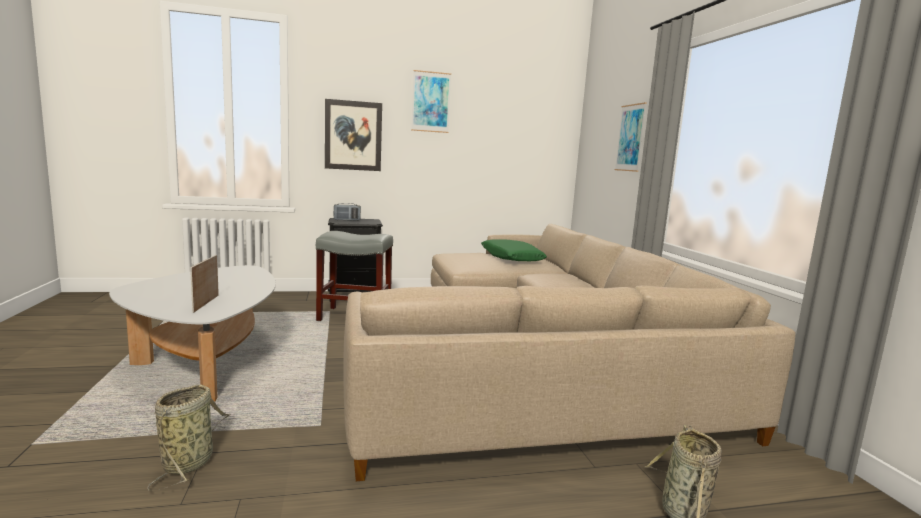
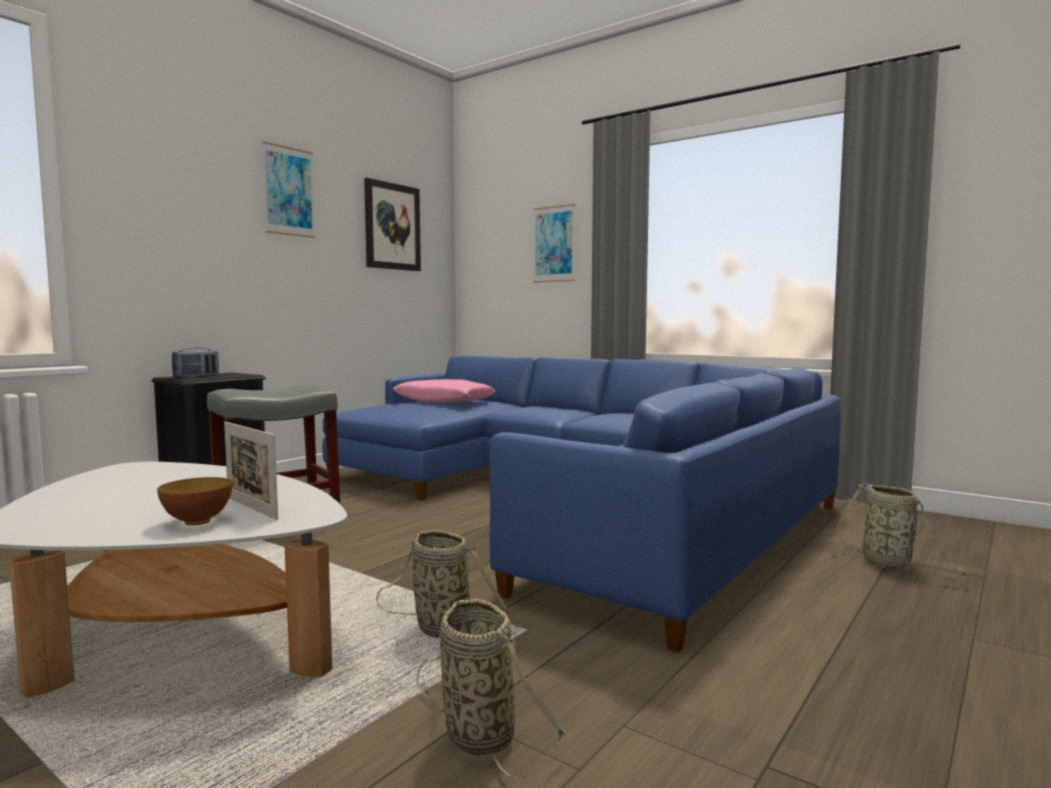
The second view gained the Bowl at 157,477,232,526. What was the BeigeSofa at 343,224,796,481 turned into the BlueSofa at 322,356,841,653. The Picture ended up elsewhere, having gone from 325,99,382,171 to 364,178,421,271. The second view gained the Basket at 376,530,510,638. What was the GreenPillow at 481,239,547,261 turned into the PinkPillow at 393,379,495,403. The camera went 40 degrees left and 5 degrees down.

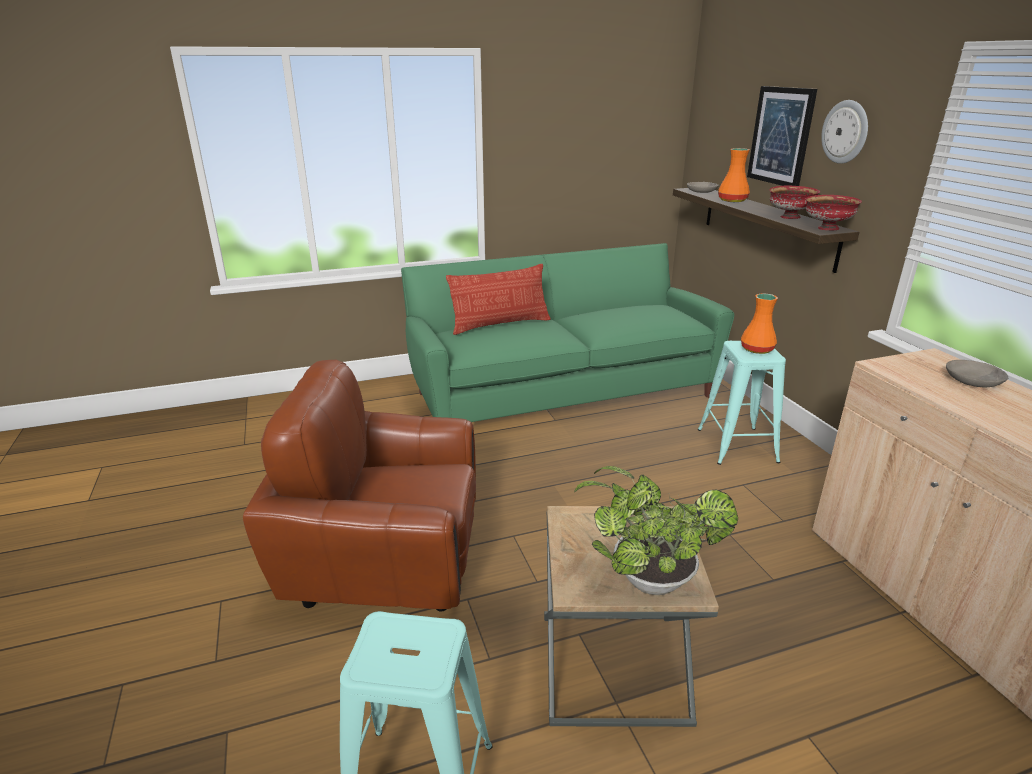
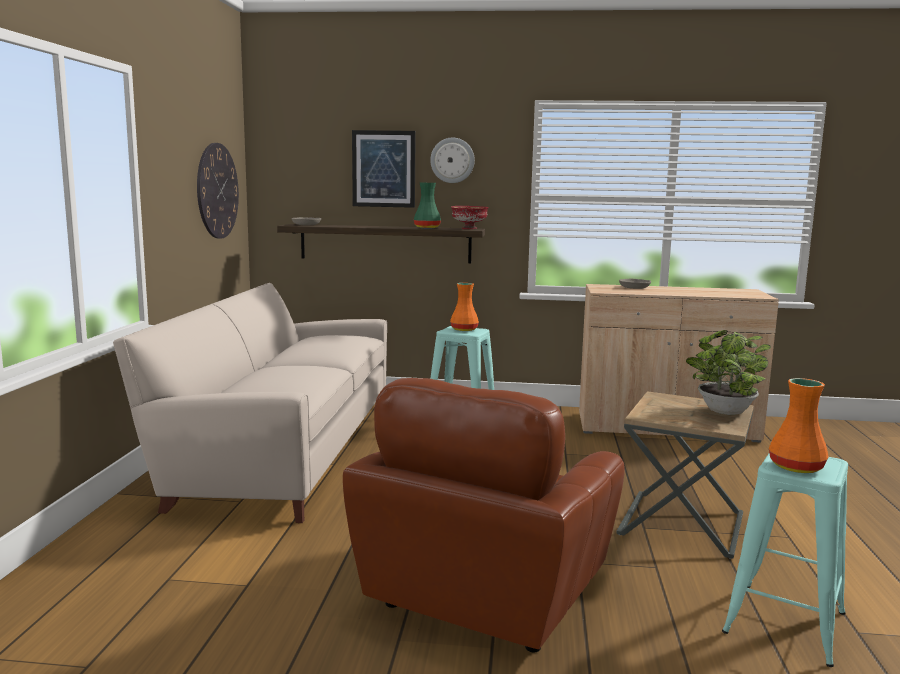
What was the GreenSofa at 401,243,734,422 turned into the BeigeSofa at 113,283,387,523. The second view gained the WallClock at 197,143,239,239. Where the RedBowl stood at 769,186,820,219, the GreenVase came to stand at 414,183,441,228. The OrangeVase ended up elsewhere, having gone from 718,148,750,202 to 769,378,829,473. The second view lost the Pillow at 446,264,551,335. The camera went 65 degrees left and 15 degrees down.

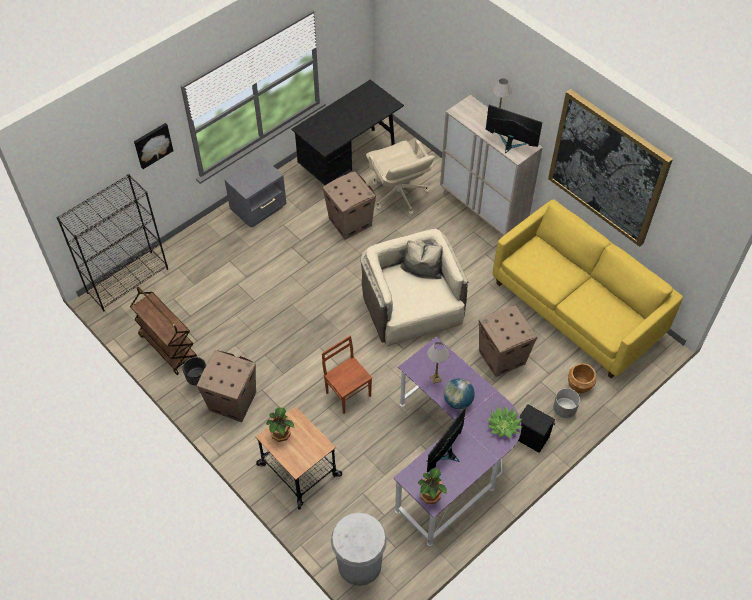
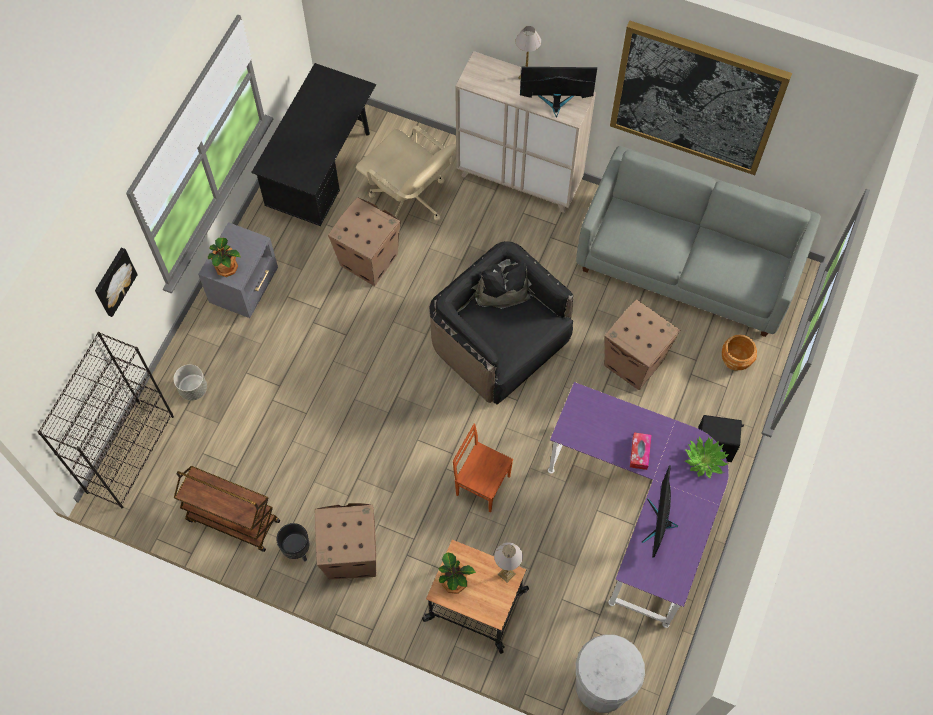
The GreyPlanter ended up elsewhere, having gone from 553,388,580,418 to 174,364,207,400. The PottedPlant ended up elsewhere, having gone from 418,468,447,504 to 208,238,241,277. What was the BeigeArmchair at 360,229,468,347 turned into the BlackArmchair at 429,241,574,405. The TableLamp ended up elsewhere, having gone from 427,342,449,384 to 494,543,523,583. What was the YellowSofa at 493,199,683,378 turned into the GreySofa at 576,146,821,337. Where the Globe stood at 444,378,475,409, the TissueBox came to stand at 630,432,652,470. The camera went 25 degrees left and 10 degrees up.

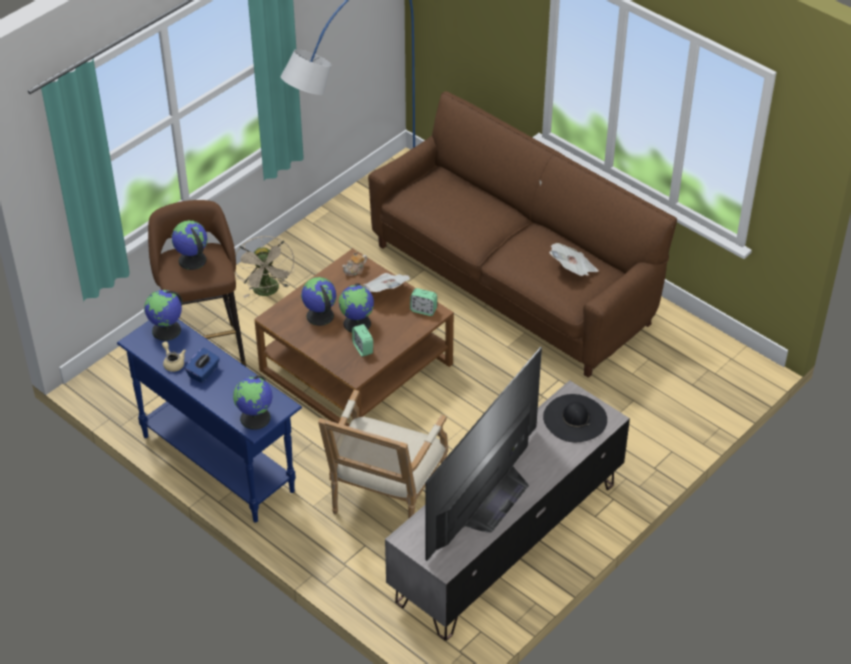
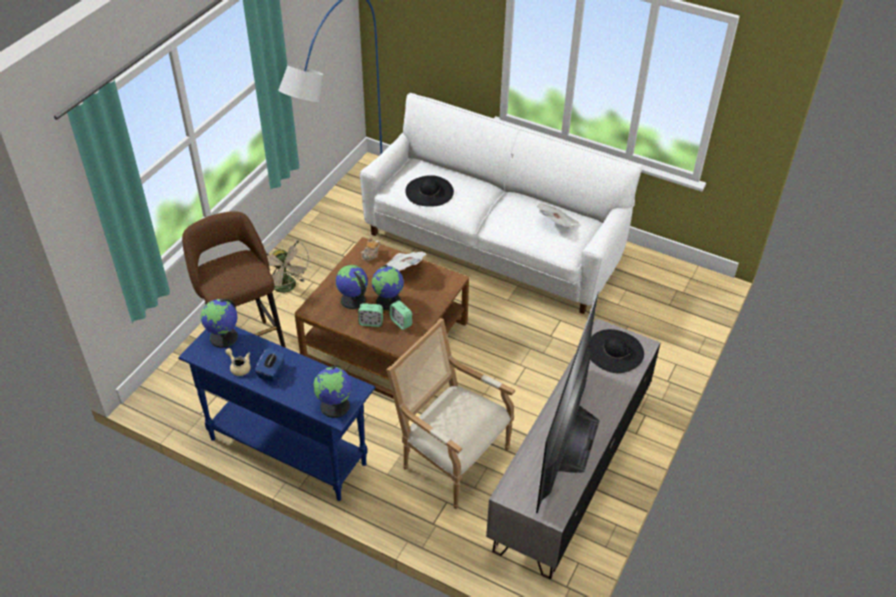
The AlarmClock ended up elsewhere, having gone from 410,288,437,316 to 358,303,383,327. What was the BrownSofa at 368,91,677,378 turned into the WhiteSofa at 360,93,642,314. The Armchair at 318,390,448,519 ended up facing another way, 120 degrees clockwise from before. The second view gained the BlackHat at 405,175,454,207. The second view lost the Globe at 171,220,208,270. The camera went 15 degrees left and 0 degrees up.

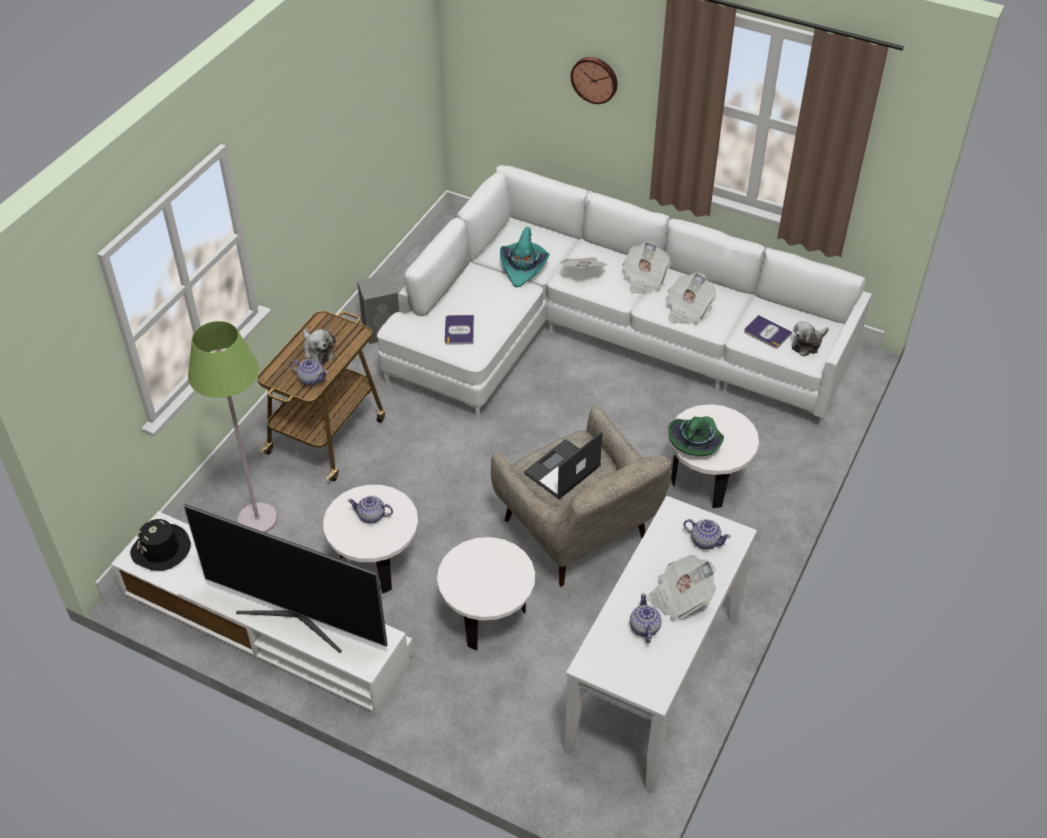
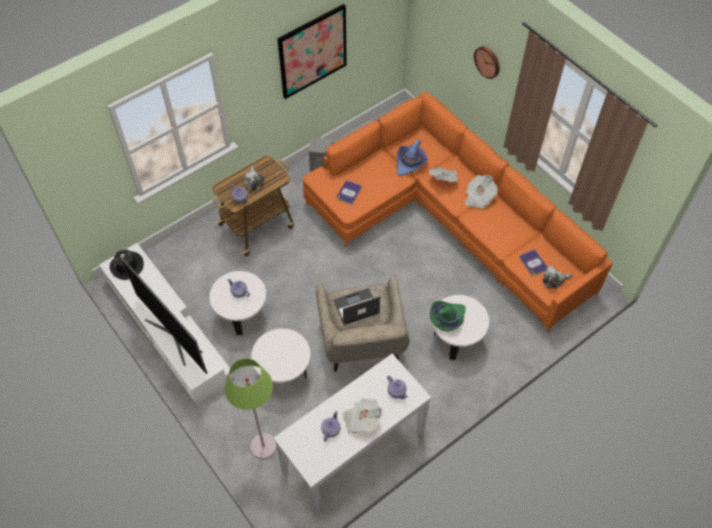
The GreenFloorLamp ended up elsewhere, having gone from 188,321,277,533 to 224,358,277,459. The second view gained the Picture at 277,4,347,99. What was the WhiteSofa at 377,165,872,426 turned into the OrangeSofa at 302,92,613,332. What was the TurquoiseHat at 500,227,550,288 turned into the PurpleHat at 396,140,428,176. The second view lost the Newspaper at 666,273,716,324. The camera went 25 degrees right and 10 degrees up.

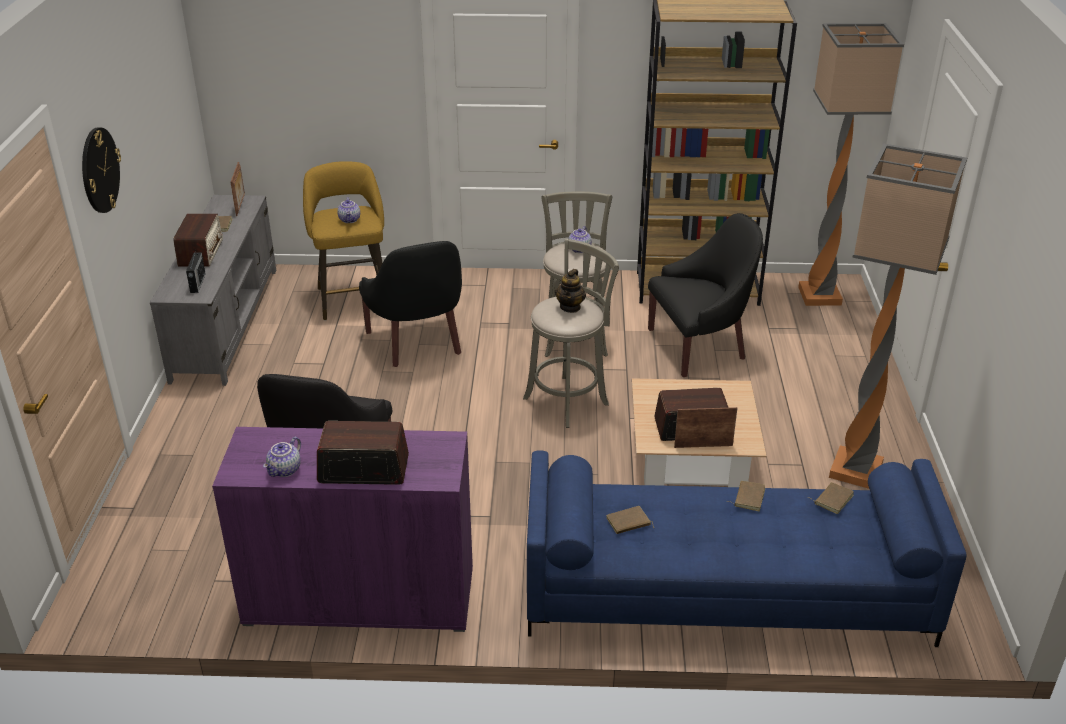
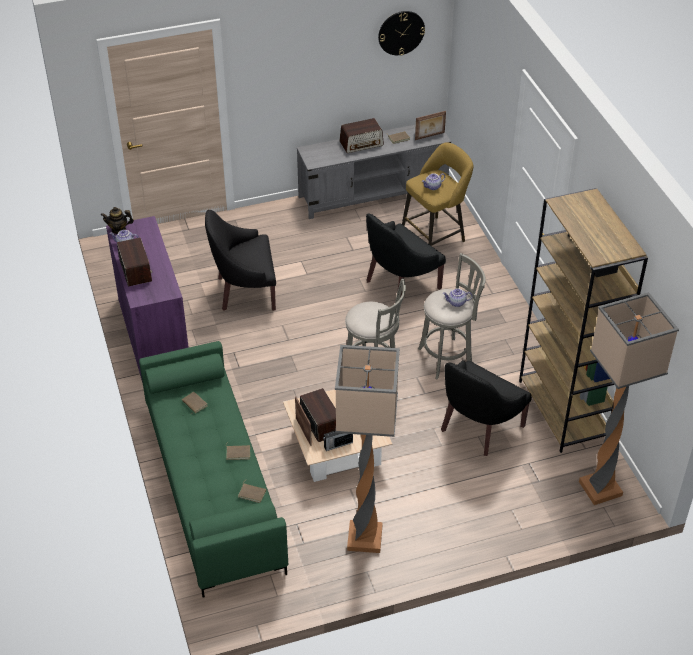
The Teapot ended up elsewhere, having gone from 555,269,586,313 to 101,207,134,234. What was the BlueSofa at 527,450,967,647 turned into the GreenSofa at 139,341,288,597. The Radio ended up elsewhere, having gone from 186,250,206,293 to 323,431,353,451. The WallClock ended up elsewhere, having gone from 82,128,121,213 to 378,11,425,56. The BlackArmchair at 648,213,763,377 ended up facing another way, 75 degrees clockwise from before. The camera went 70 degrees right and 10 degrees up.

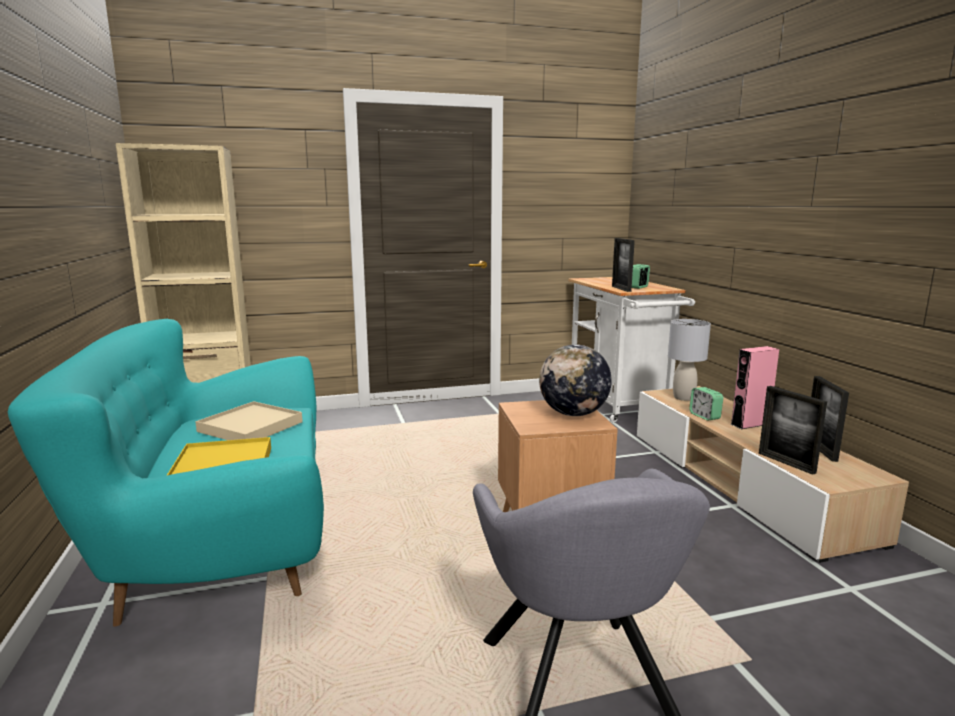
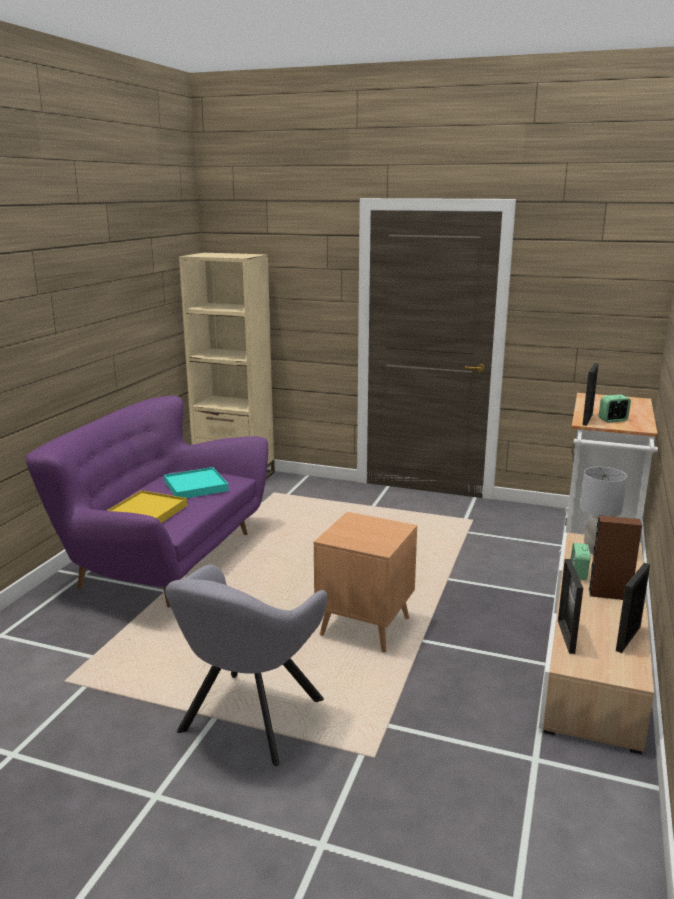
What was the TurquoiseSofa at 8,319,324,626 turned into the PurpleSofa at 26,396,268,608. What was the BeigeTray at 195,401,303,440 turned into the TurquoiseTray at 164,467,229,498. What was the PinkSpeaker at 731,346,779,429 turned into the BrownSpeaker at 589,515,642,600. The second view lost the Globe at 539,344,612,416. The camera went 35 degrees right and 5 degrees up.

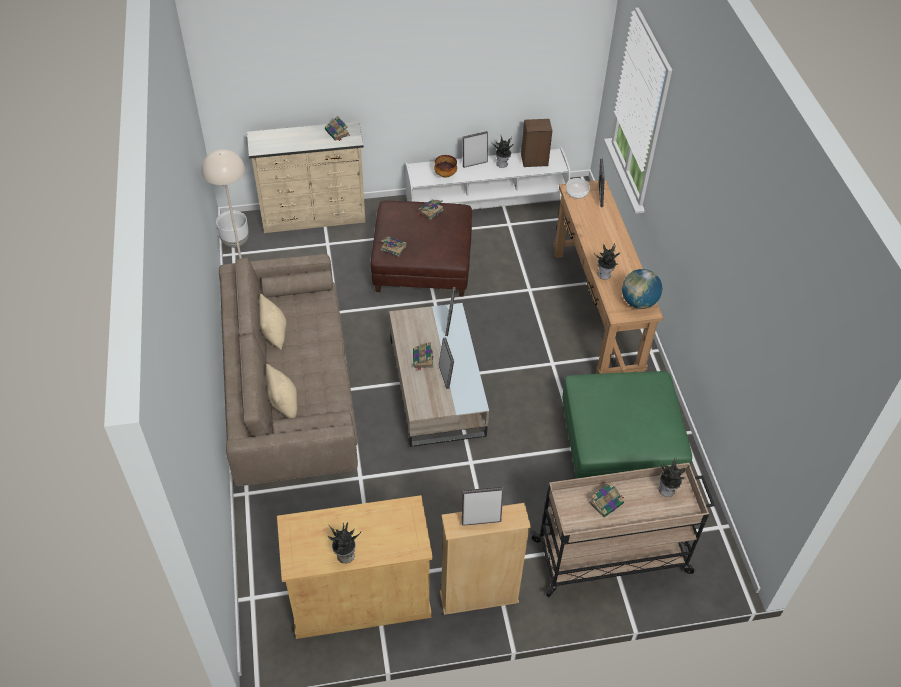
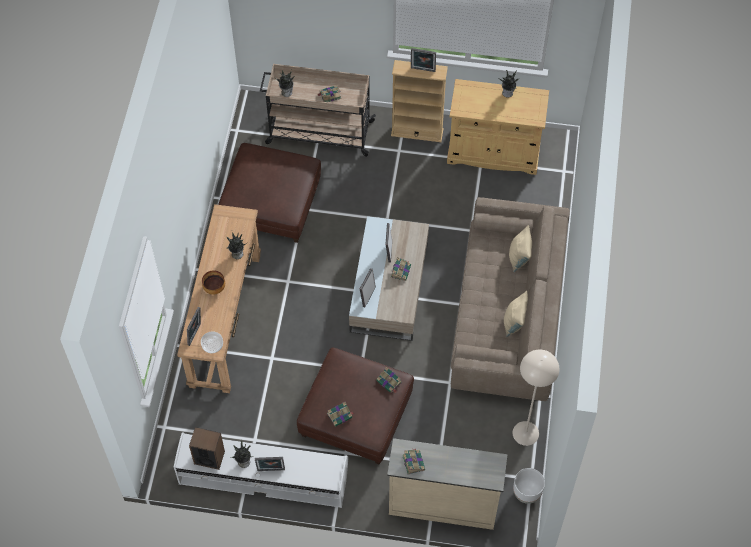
The Bowl ended up elsewhere, having gone from 434,155,457,178 to 202,270,225,295. What was the GreenOttoman at 562,371,692,478 turned into the BrownOttoman at 218,143,321,243. The second view lost the Globe at 622,269,662,309. The camera went 160 degrees left and 10 degrees up.

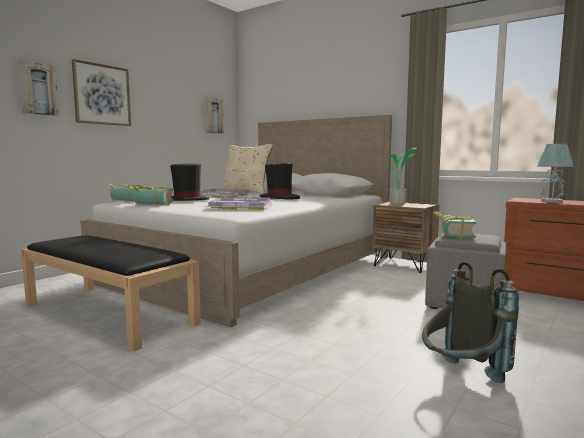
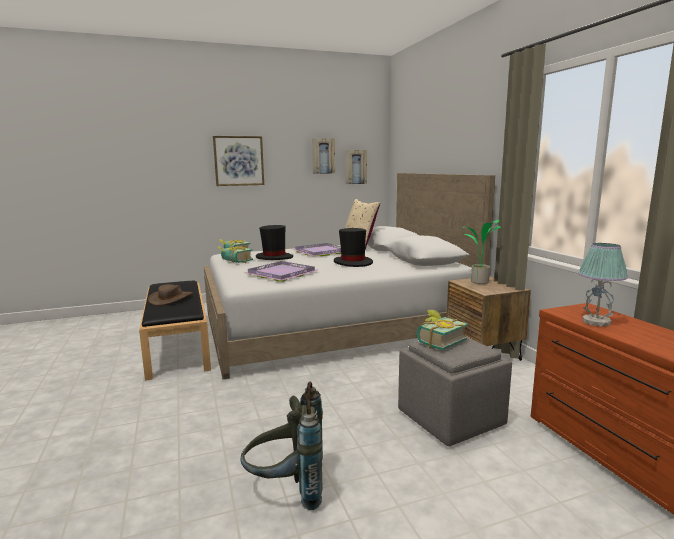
The second view gained the BrownHat at 148,284,193,306. The Picture ended up elsewhere, having gone from 18,60,59,116 to 312,138,335,174. The camera went 35 degrees right and 5 degrees up.

